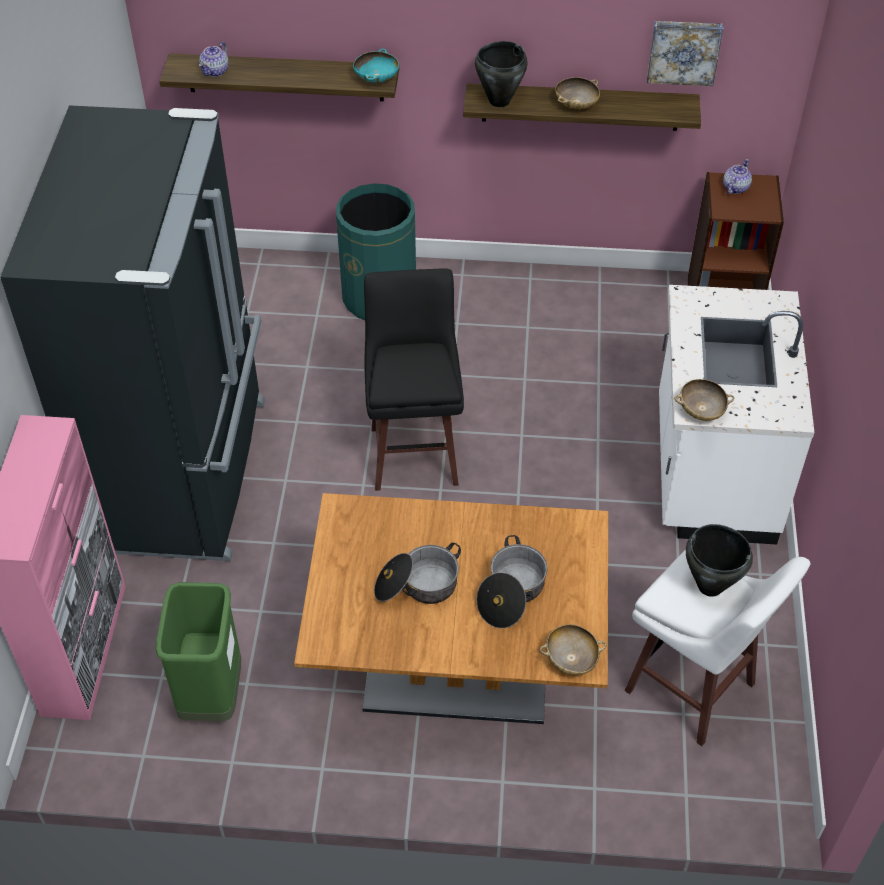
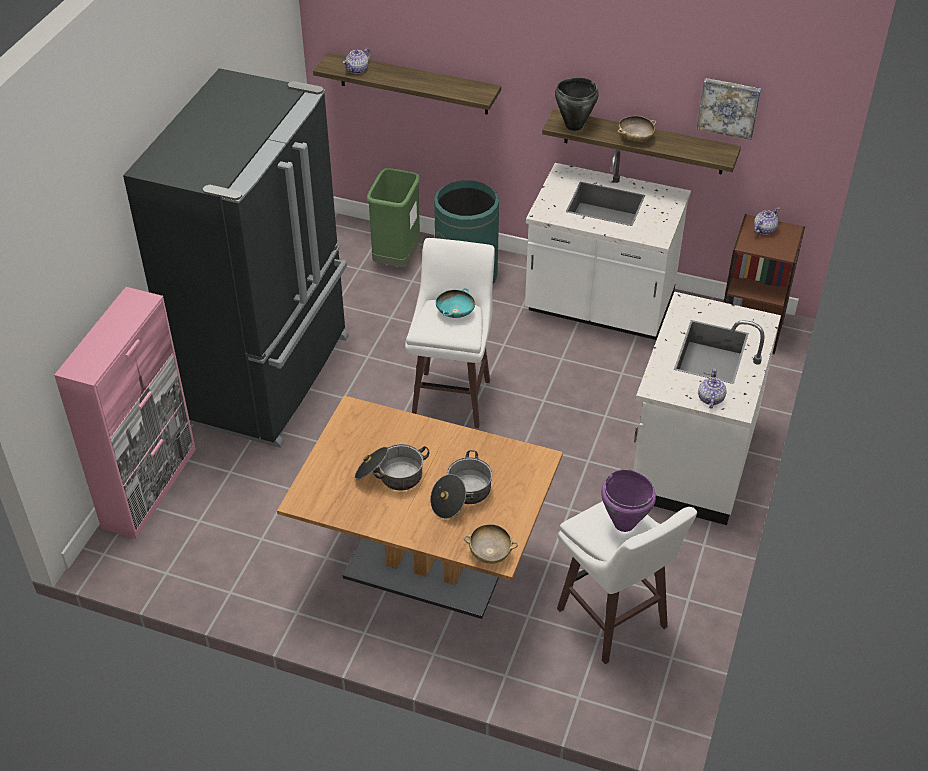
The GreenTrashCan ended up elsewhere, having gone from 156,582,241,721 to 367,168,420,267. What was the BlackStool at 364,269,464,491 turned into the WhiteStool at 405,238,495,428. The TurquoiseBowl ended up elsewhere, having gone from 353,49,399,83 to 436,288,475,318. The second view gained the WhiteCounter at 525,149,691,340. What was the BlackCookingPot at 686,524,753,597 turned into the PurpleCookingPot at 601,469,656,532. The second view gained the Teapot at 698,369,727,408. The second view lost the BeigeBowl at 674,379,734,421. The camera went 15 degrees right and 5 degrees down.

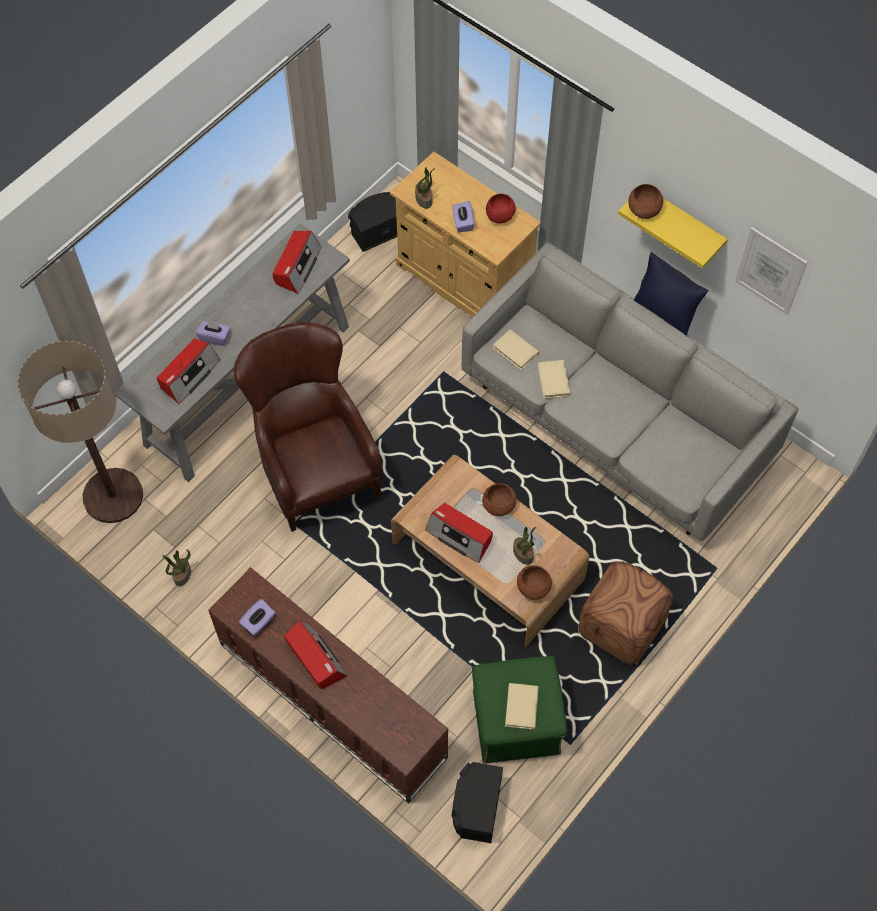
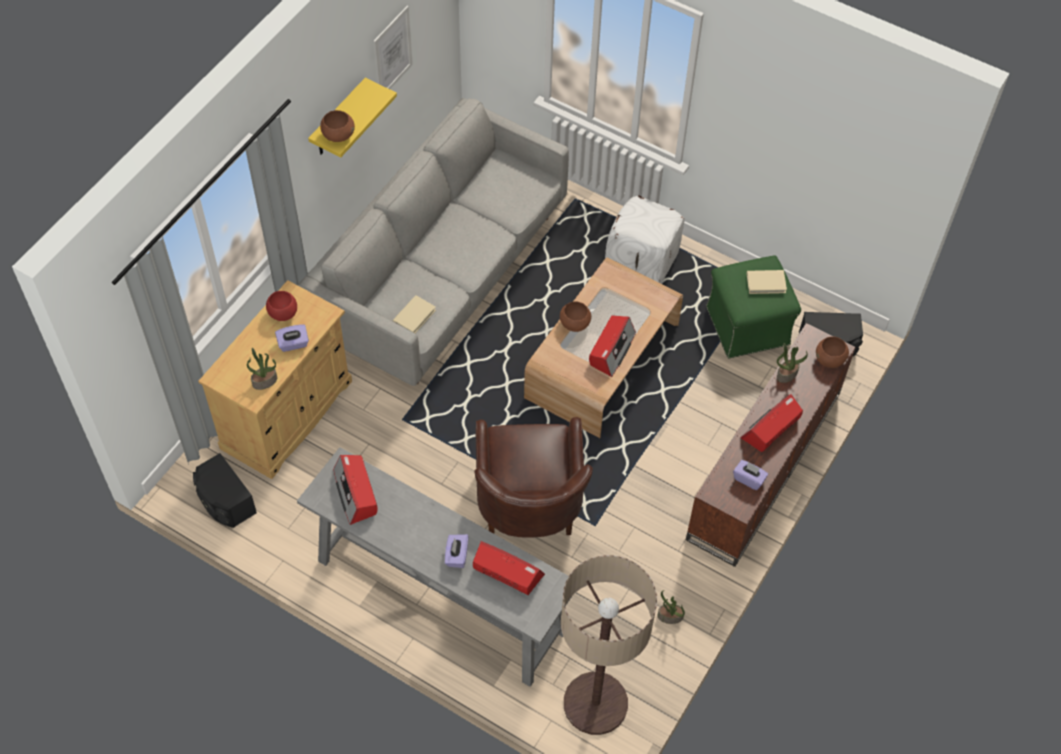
The Radio at 273,231,322,294 ended up facing another way, 120 degrees counterclockwise from before. The BrownArmchair at 234,322,383,532 ended up facing another way, 60 degrees counterclockwise from before. What was the BrownOttoman at 578,561,674,665 turned into the WhiteOttoman at 605,196,684,284. The PottedPlant ended up elsewhere, having gone from 513,527,536,565 to 777,343,808,383. The BrownBowl ended up elsewhere, having gone from 517,565,552,600 to 816,336,849,368. The second view lost the BeigeBook at 538,360,571,399. The second view lost the BluePillow at 634,252,708,336. The camera went 100 degrees left and 5 degrees down.

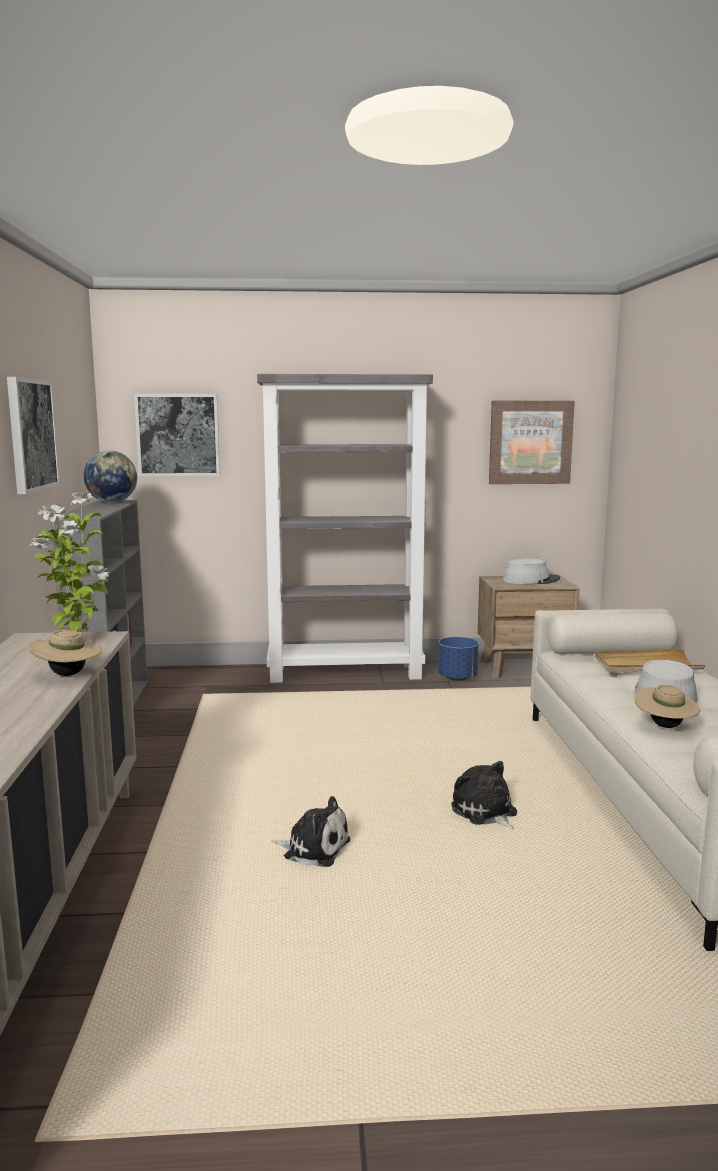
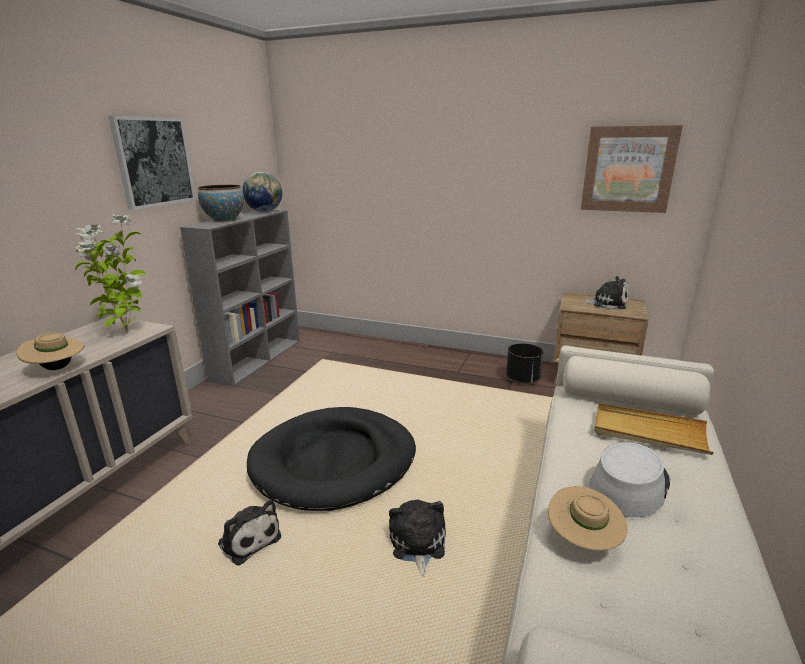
The second view gained the Bowl at 198,185,244,222. The second view gained the BlackDogBed at 247,407,416,511. What was the BluePlanter at 438,637,479,681 turned into the BlackPlanter at 506,343,543,383. Where the GreyHat stood at 502,558,560,584, the PlushToy came to stand at 580,276,629,309. The second view lost the Picture at 134,394,220,476. The second view lost the GreyBookcase at 257,374,433,683. The camera went 25 degrees right and 10 degrees up.

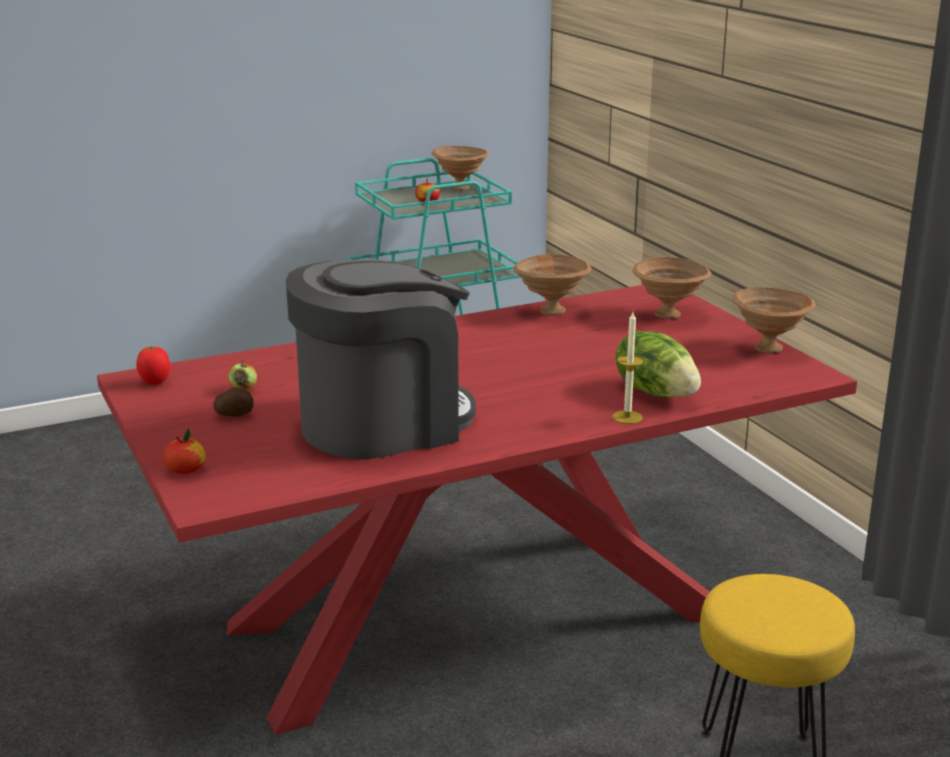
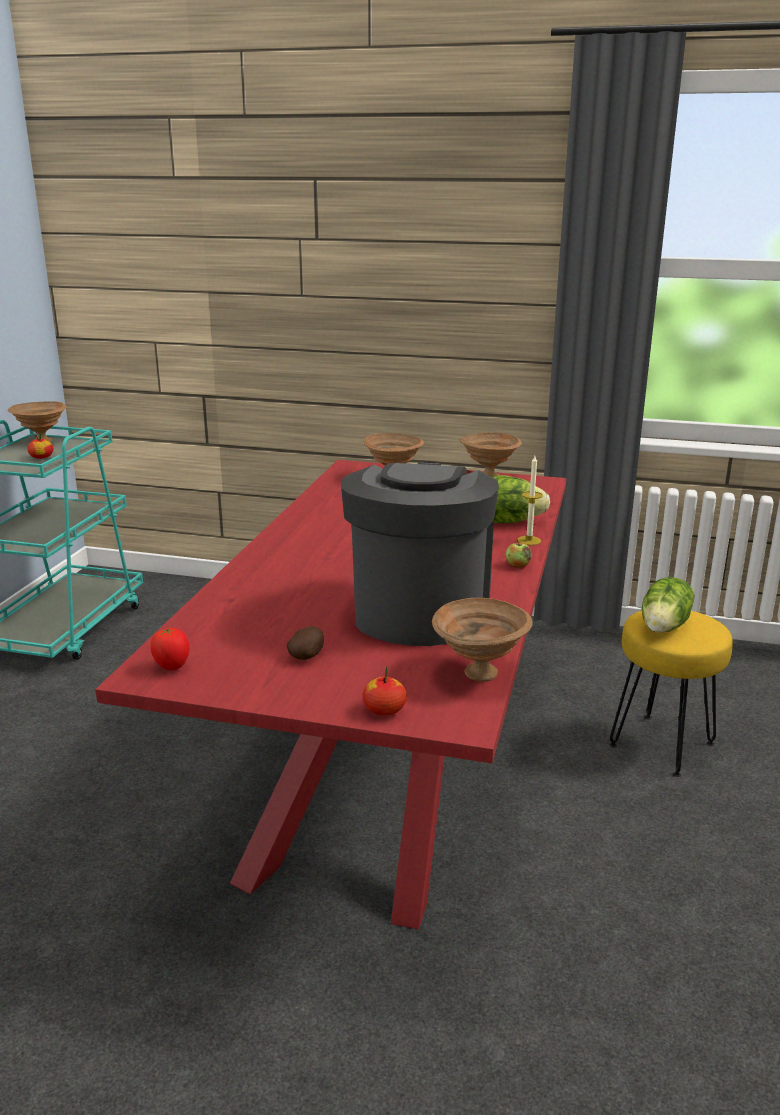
The BrownBowl ended up elsewhere, having gone from 513,254,592,316 to 432,598,533,682. The Apple ended up elsewhere, having gone from 228,360,257,391 to 506,540,531,568. The second view gained the Lettuce at 642,577,694,633. The camera went 50 degrees left and 0 degrees up.

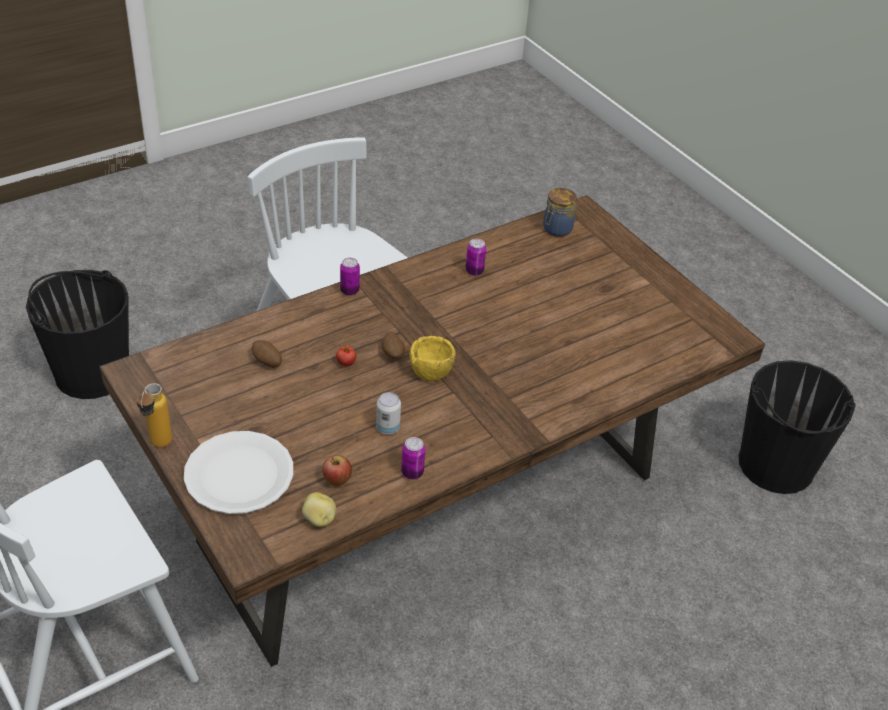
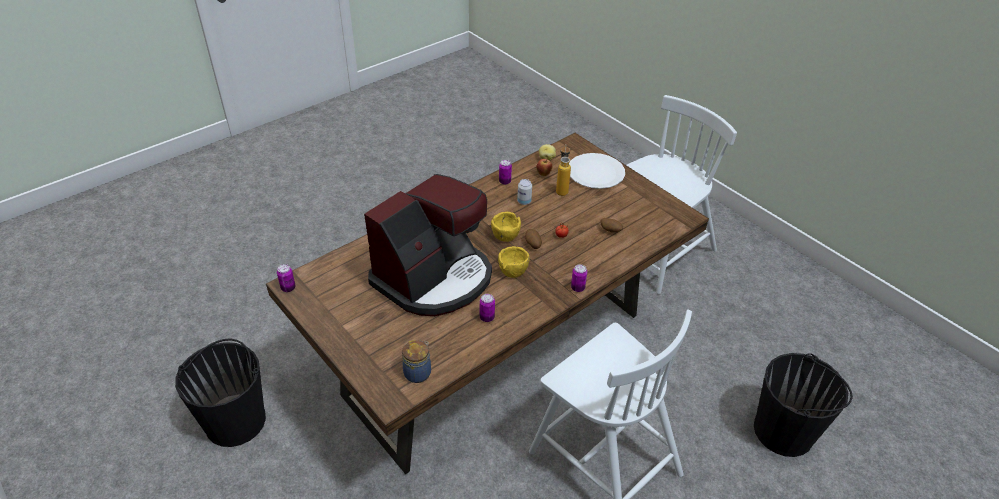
The second view gained the Can at 277,264,296,292. The second view gained the CoffeeMachine at 364,174,492,316. The second view gained the YellowBowl at 498,246,530,278. The Bottle ended up elsewhere, having gone from 137,383,172,447 to 556,144,571,196. The camera went 175 degrees right and 0 degrees up.

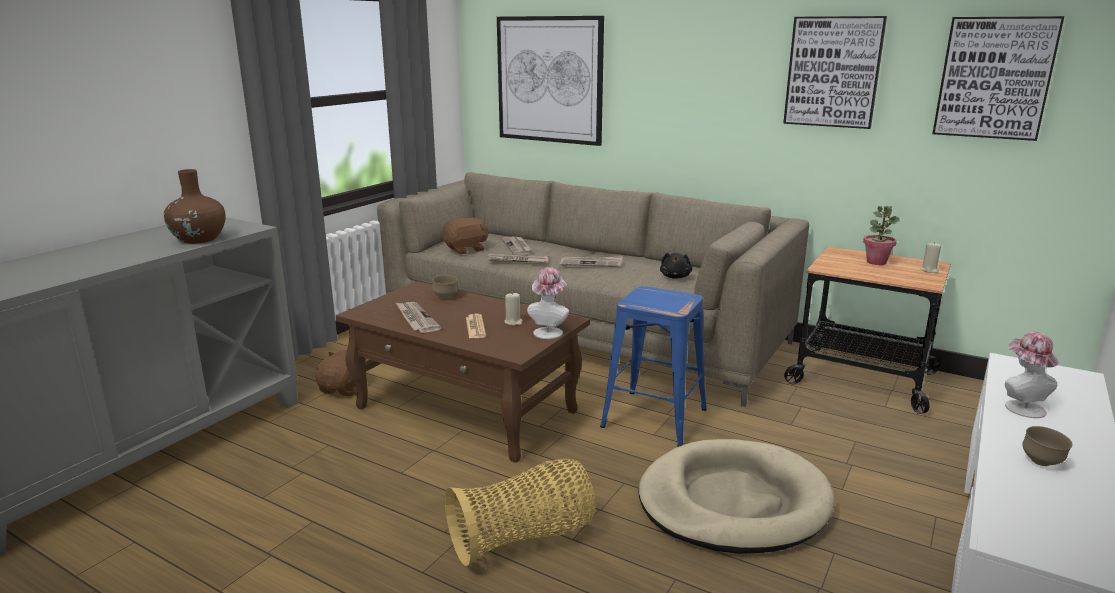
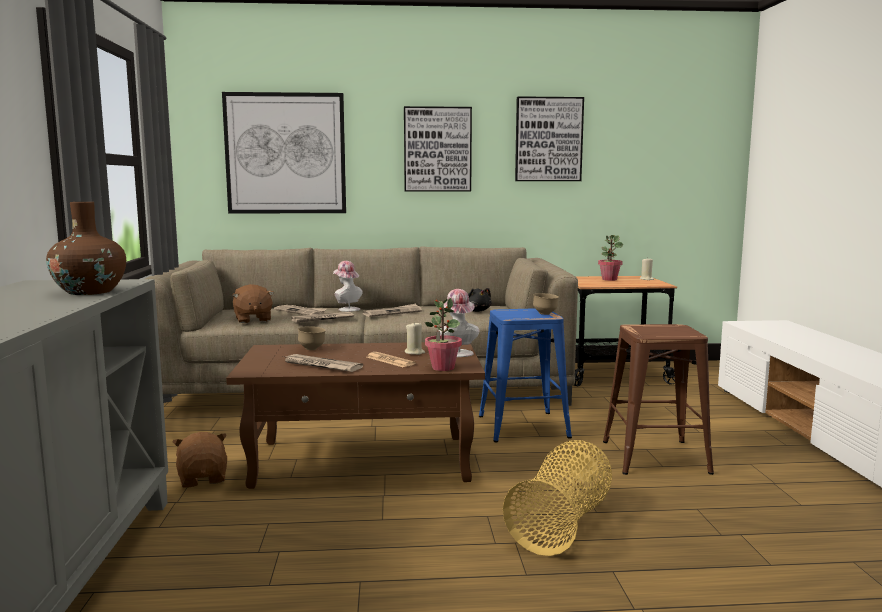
The BrownPlushToy at 442,218,489,254 ended up facing another way, 135 degrees clockwise from before. The Hat ended up elsewhere, having gone from 1005,332,1059,418 to 333,261,363,312. The Picture ended up elsewhere, having gone from 932,16,1064,141 to 404,106,472,192. The second view gained the PottedPlant at 425,298,462,371. The BrownBowl ended up elsewhere, having gone from 1022,426,1073,466 to 533,293,559,315. Where the BeigeDogBed stood at 638,439,835,554, the BrownStool came to stand at 603,324,714,475. The camera went 35 degrees left and 10 degrees down.

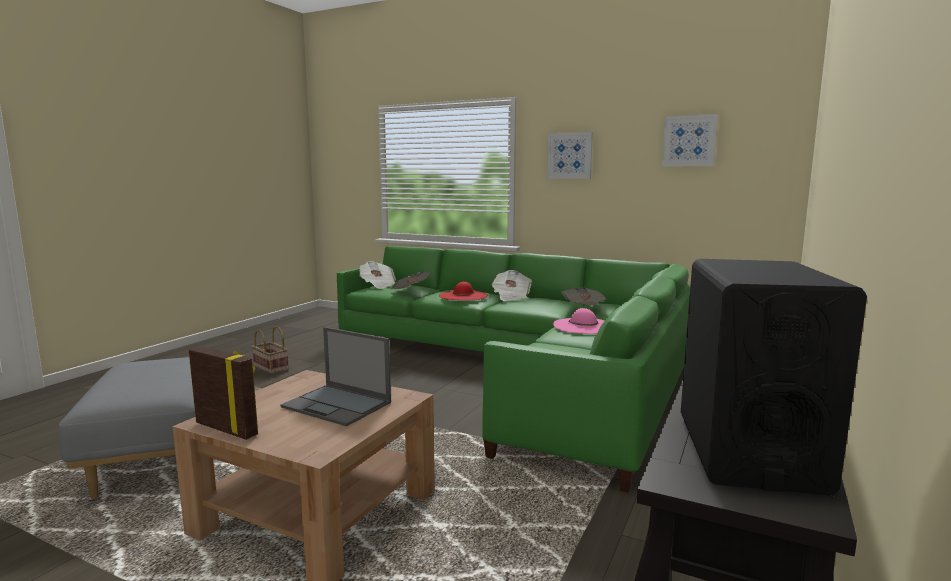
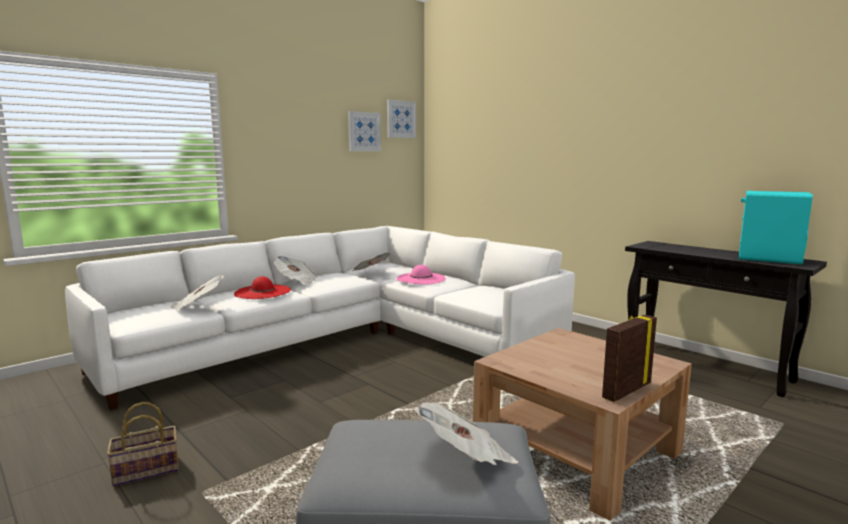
What was the GreenSofa at 337,246,691,493 turned into the WhiteSofa at 65,226,575,410. The Picture ended up elsewhere, having gone from 547,132,593,179 to 387,99,416,138. The Newspaper ended up elsewhere, having gone from 360,261,396,289 to 414,403,518,465. What was the BlackSpeaker at 681,259,867,496 turned into the TurquoiseSpeaker at 739,191,813,264. The second view lost the Laptop at 281,327,391,426. The camera went 70 degrees left and 0 degrees up.

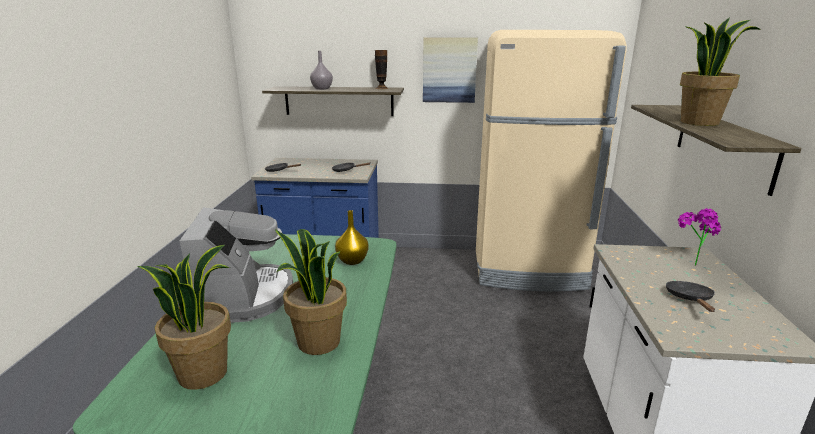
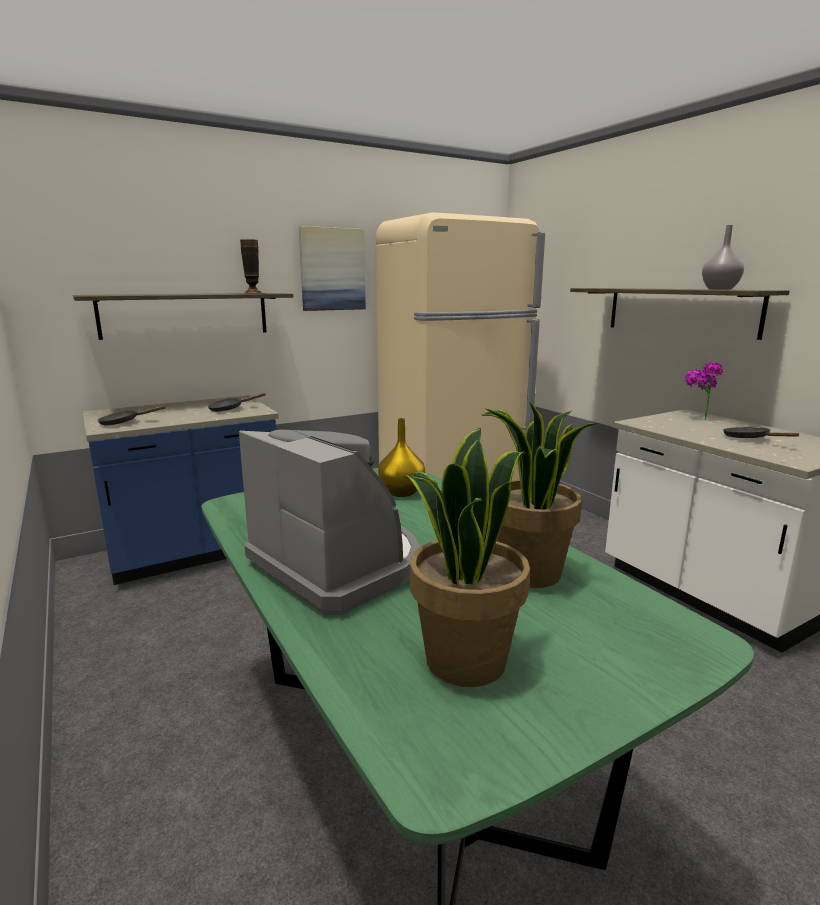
The GreyVase ended up elsewhere, having gone from 310,51,333,90 to 702,225,744,290. The second view lost the PottedPlant at 680,17,761,126. The camera went 35 degrees left and 5 degrees down.

